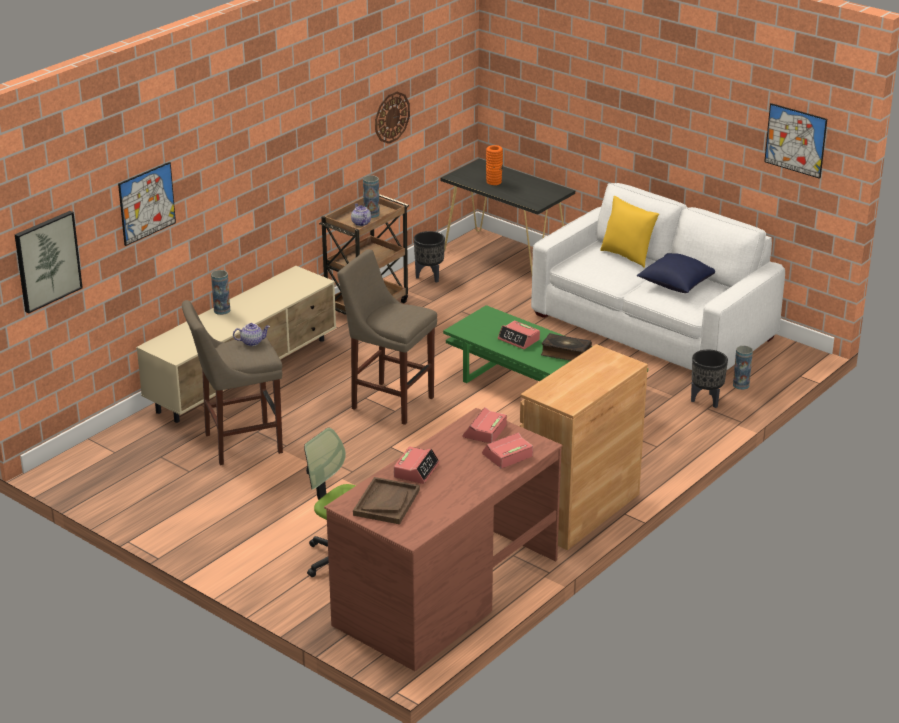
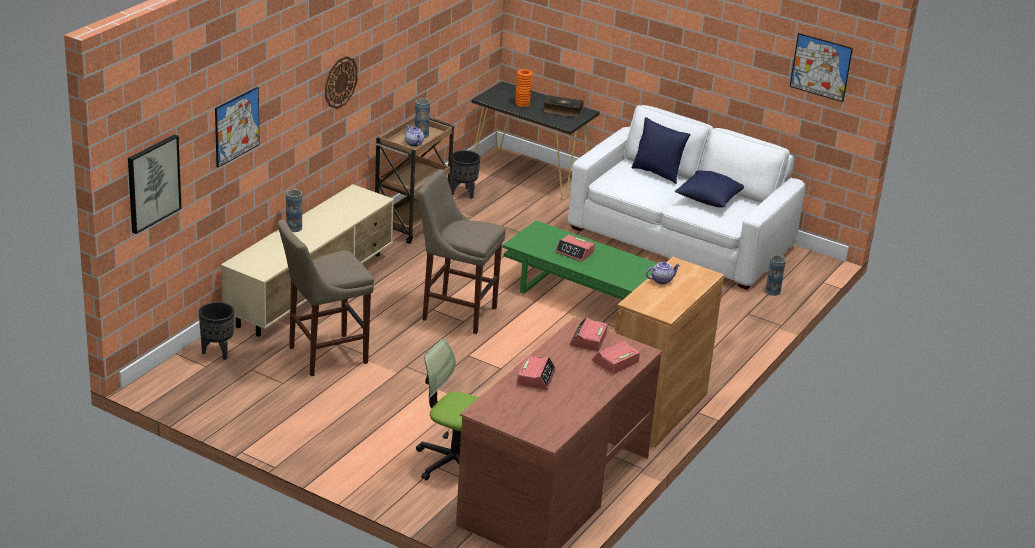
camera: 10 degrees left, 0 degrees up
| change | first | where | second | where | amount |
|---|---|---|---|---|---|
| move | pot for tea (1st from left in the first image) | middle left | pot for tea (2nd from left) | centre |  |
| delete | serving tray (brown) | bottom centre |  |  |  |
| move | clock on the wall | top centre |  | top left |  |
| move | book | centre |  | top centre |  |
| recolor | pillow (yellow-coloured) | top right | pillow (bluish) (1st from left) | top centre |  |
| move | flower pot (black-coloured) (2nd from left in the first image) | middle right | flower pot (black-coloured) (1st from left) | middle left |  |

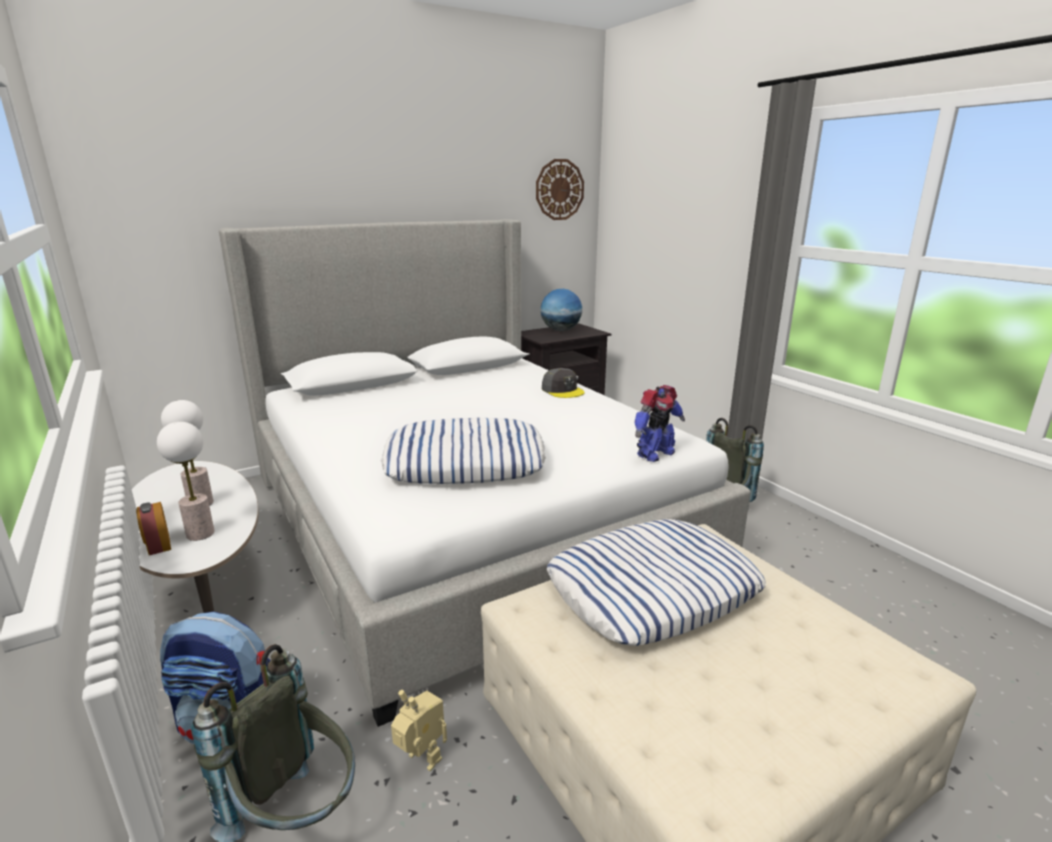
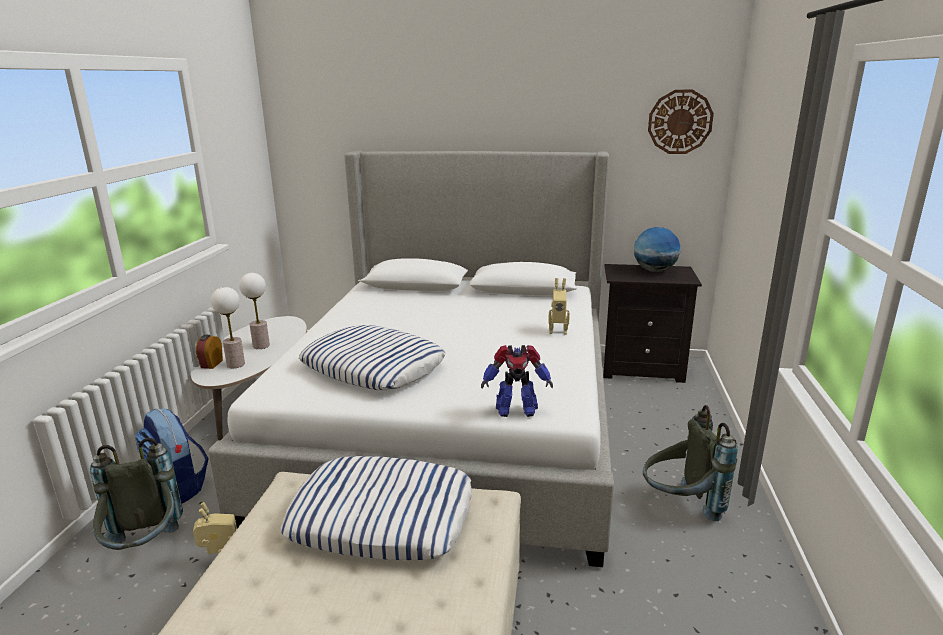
camera: 40 degrees right, 0 degrees up
| change | first | where | second | where | amount |
|---|---|---|---|---|---|
| replace | baseball cap (greyish) | centre | toy robot (3rd from left) | centre |  |

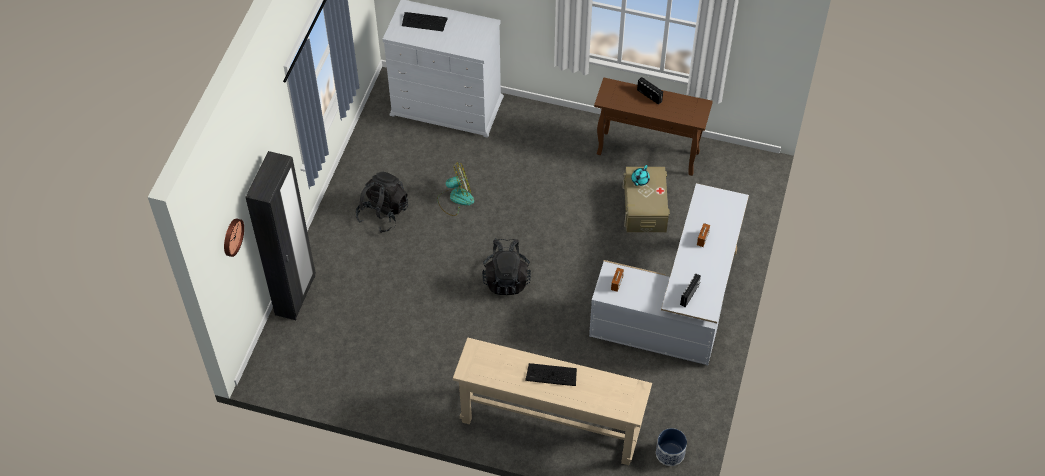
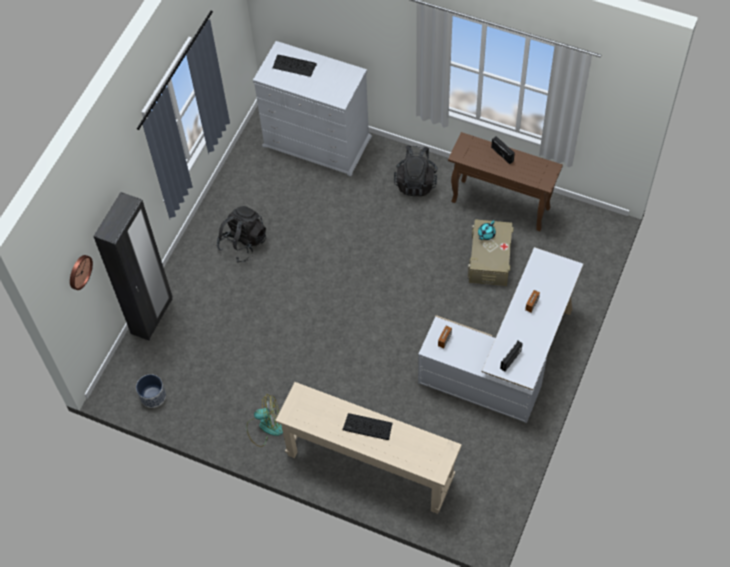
camera: 10 degrees right, 5 degrees up
| change | first | where | second | where | amount |
|---|---|---|---|---|---|
| move | fan | centre |  | bottom centre |  |
| move | rucksack (black-coloured) (2nd from left) | centre |  | top centre |  |
| move | flower pot | bottom centre |  | bottom left |  |

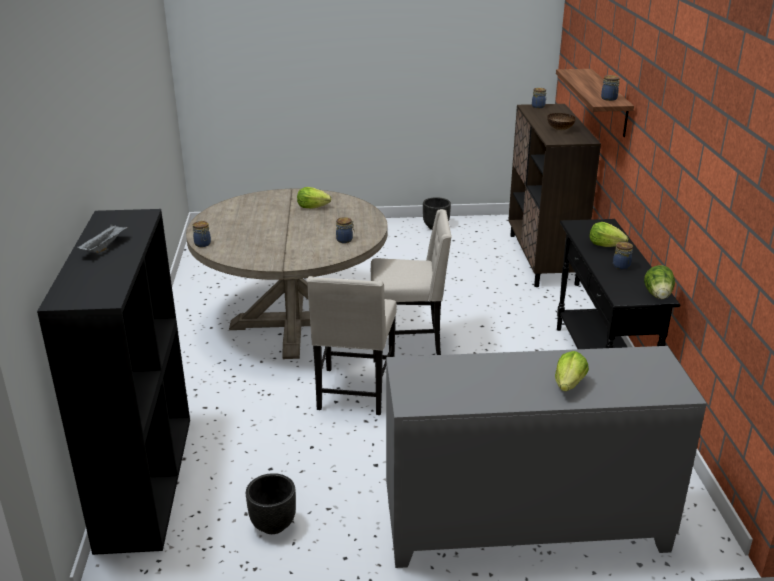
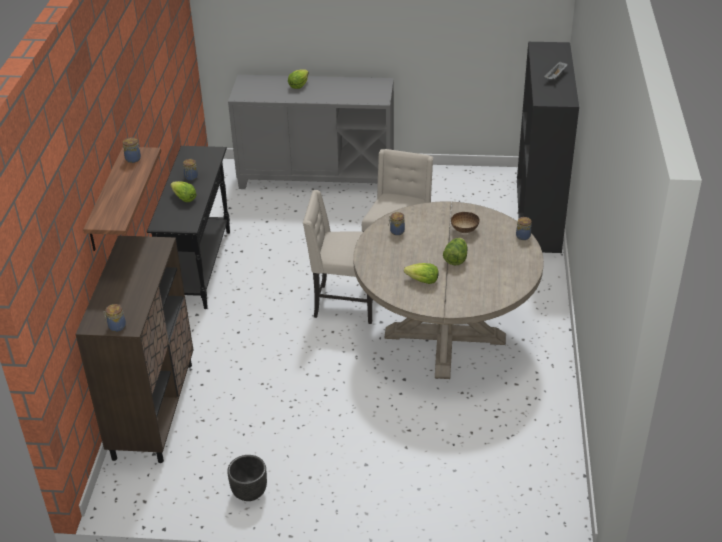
camera: 170 degrees left, 10 degrees up
| change | first | where | second | where | amount |
|---|---|---|---|---|---|
| delete | flower pot (black-coloured) (1st from left) | bottom centre |  |  |  |
| move | bowl | top right |  | centre |  |
| move | lettuce (4th from left) | middle right |  | centre |  |

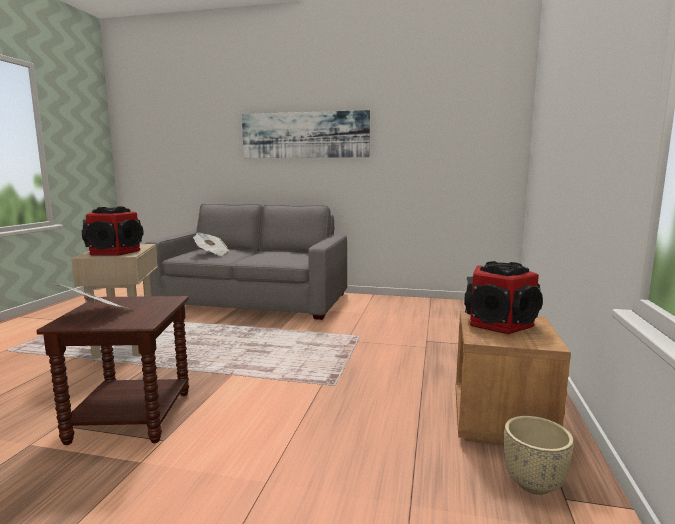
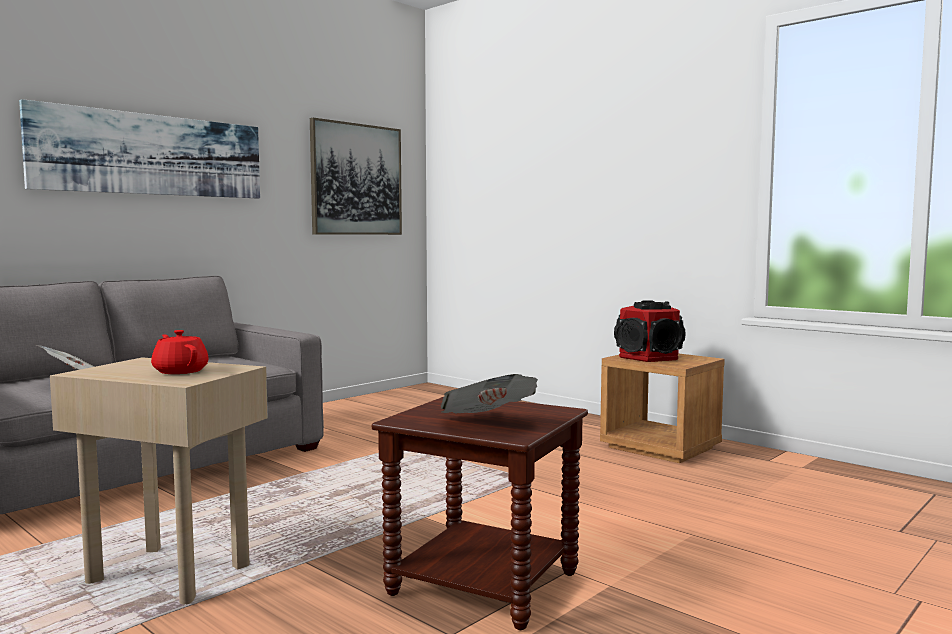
camera: 60 degrees left, 5 degrees down
| change | first | where | second | where | amount |
|---|---|---|---|---|---|
| replace | speaker (1st from left) | middle left | pot for tea (red) | middle left |  |
| delete | flower pot (beige-coloured) | bottom right |  |  |  |
| insert |  |  | picture (2nd from left) | top centre |  |

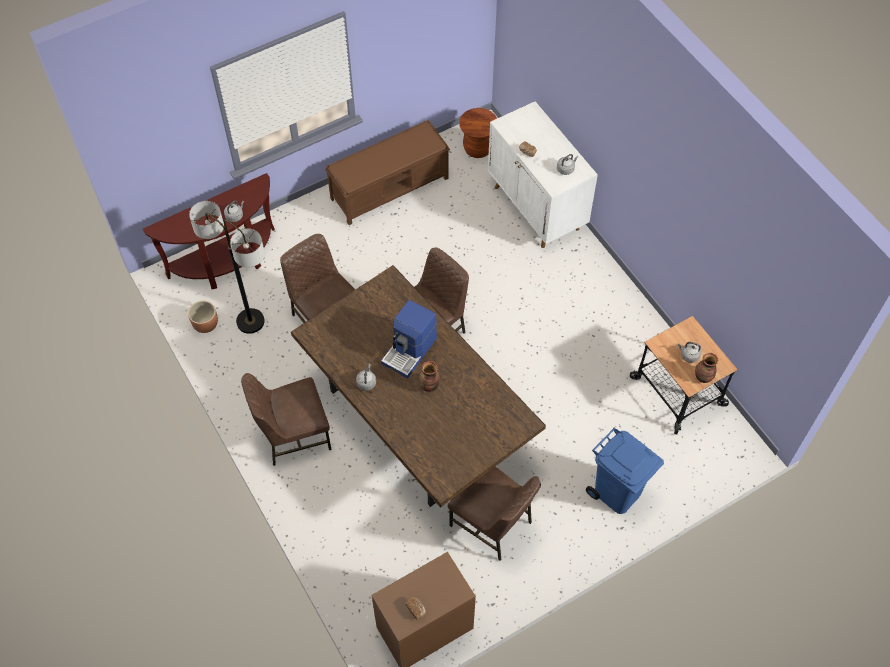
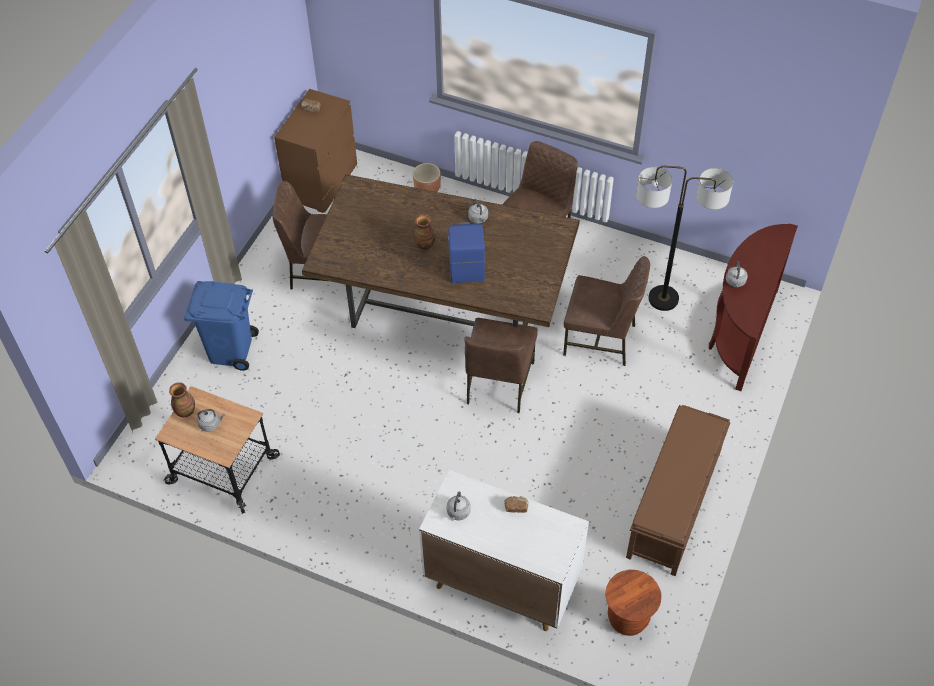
camera: 145 degrees right, 5 degrees down
| change | first | where | second | where | amount |
|---|---|---|---|---|---|
| move | flower pot (brown) | middle left |  | top centre |  |

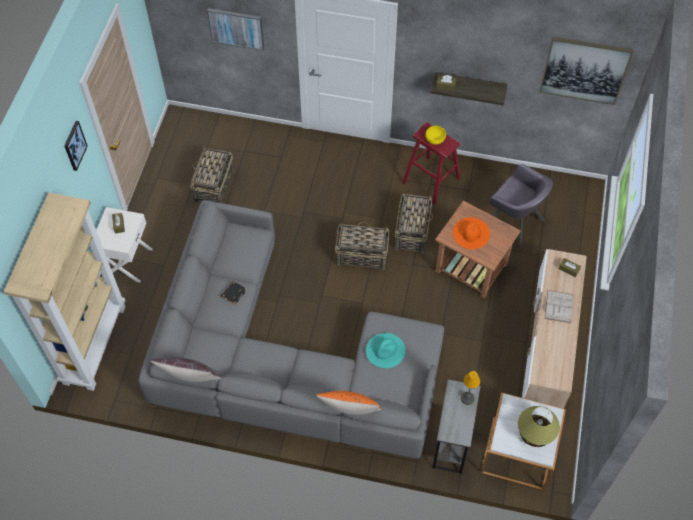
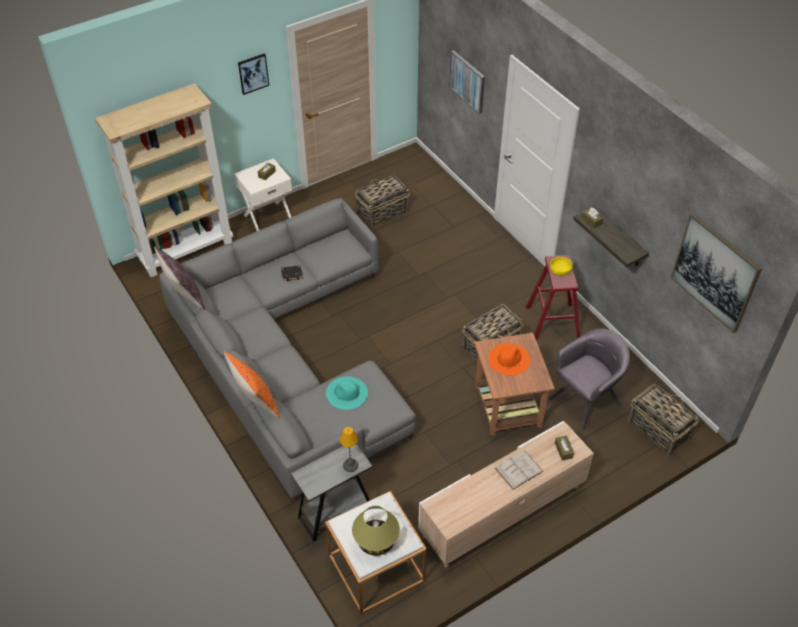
camera: 45 degrees right, 10 degrees down
| change | first | where | second | where | amount |
|---|---|---|---|---|---|
| move | storage basket (2nd from left in the first image) | centre | storage basket (3rd from left) | bottom right |  |
| rotate | easy chair (greyish) | middle right |  | middle right | 120 degrees counterclockwise |

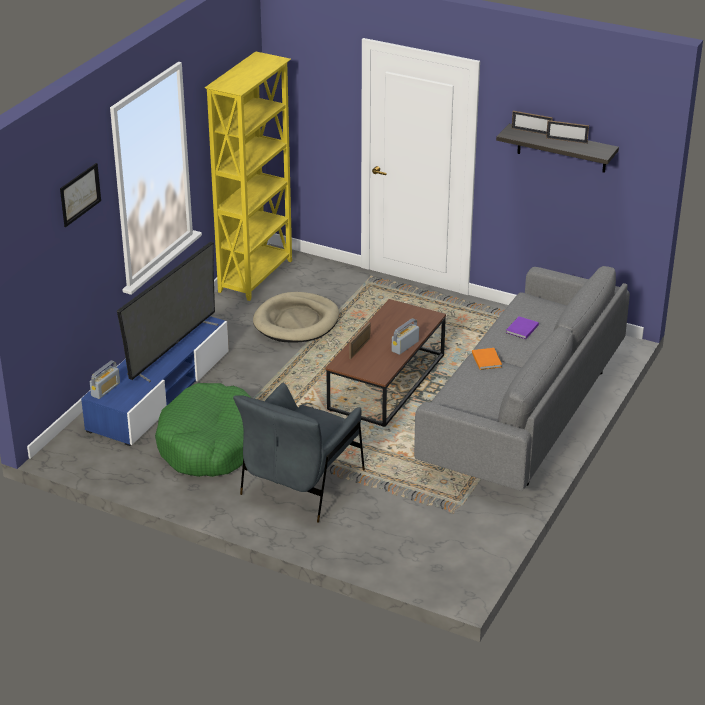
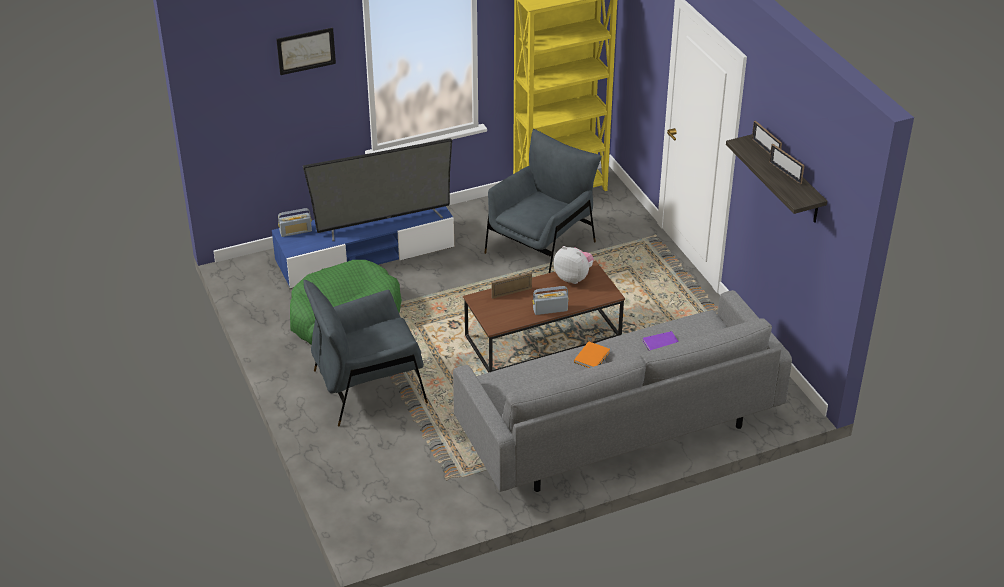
camera: 40 degrees right, 5 degrees up
| change | first | where | second | where | amount |
|---|---|---|---|---|---|
| replace | dog cushion (beige-coloured) | centre | easy chair (greyish) (2nd from left) | centre |  |
| insert |  |  | plush toy | centre |  |

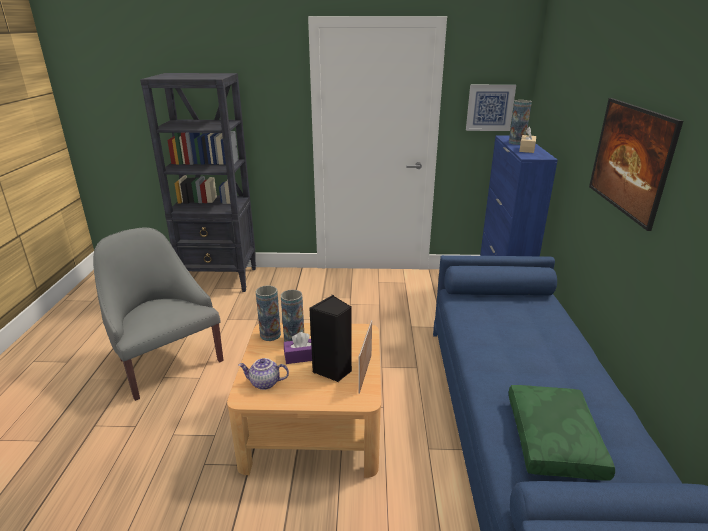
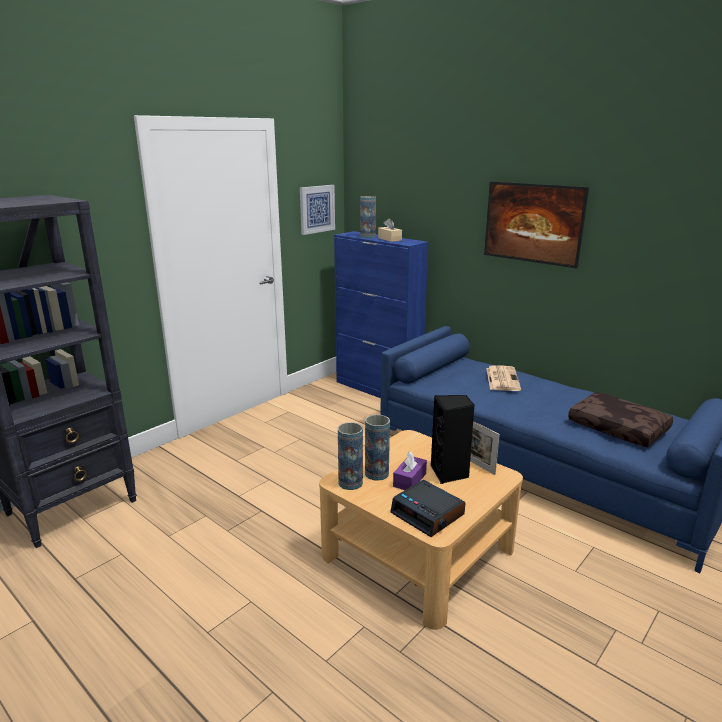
camera: 50 degrees left, 5 degrees down
| change | first | where | second | where | amount |
|---|---|---|---|---|---|
| delete | easy chair (greyish) | middle left |  |  |  |
| replace | pot for tea | bottom centre | table clock | bottom centre |  |
| recolor | pillow (green-coloured) | bottom right | pillow (brown) | middle right |  |
| insert |  |  | newspaper | middle right |  |

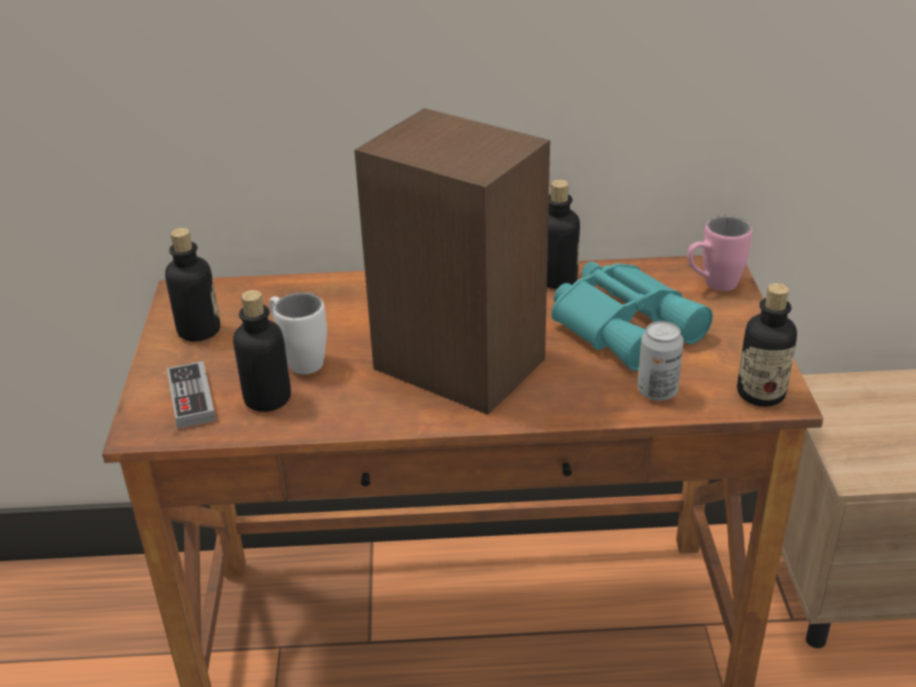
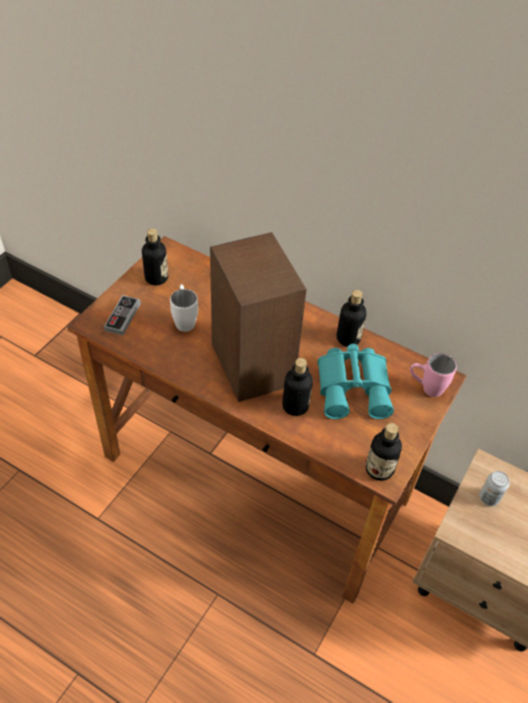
camera: 30 degrees right, 15 degrees up
| change | first | where | second | where | amount |
|---|---|---|---|---|---|
| move | bottle (2nd from left) | middle left |  | centre |  |
| move | metal can | middle right |  | bottom right |  |

